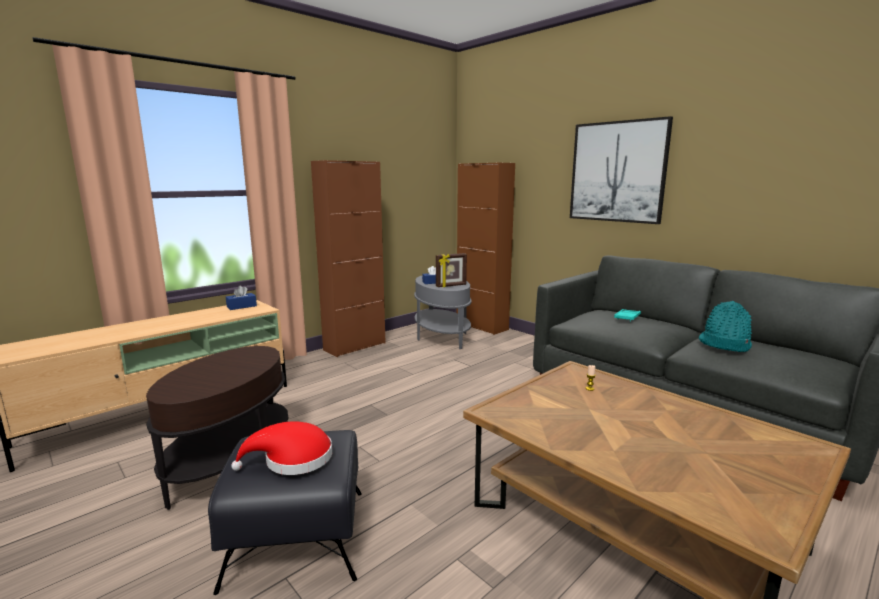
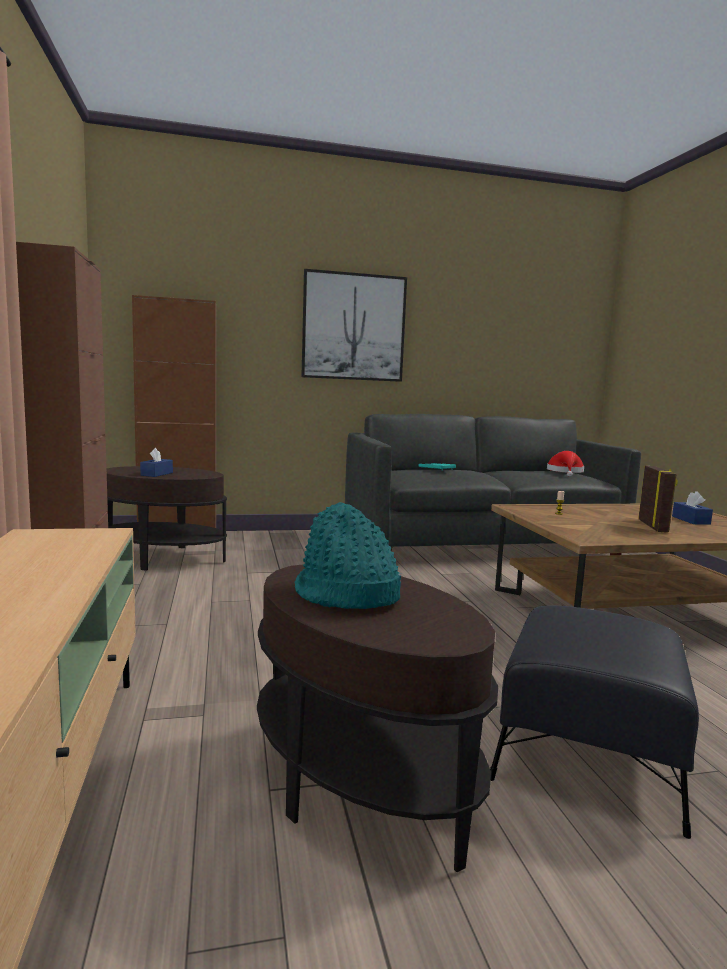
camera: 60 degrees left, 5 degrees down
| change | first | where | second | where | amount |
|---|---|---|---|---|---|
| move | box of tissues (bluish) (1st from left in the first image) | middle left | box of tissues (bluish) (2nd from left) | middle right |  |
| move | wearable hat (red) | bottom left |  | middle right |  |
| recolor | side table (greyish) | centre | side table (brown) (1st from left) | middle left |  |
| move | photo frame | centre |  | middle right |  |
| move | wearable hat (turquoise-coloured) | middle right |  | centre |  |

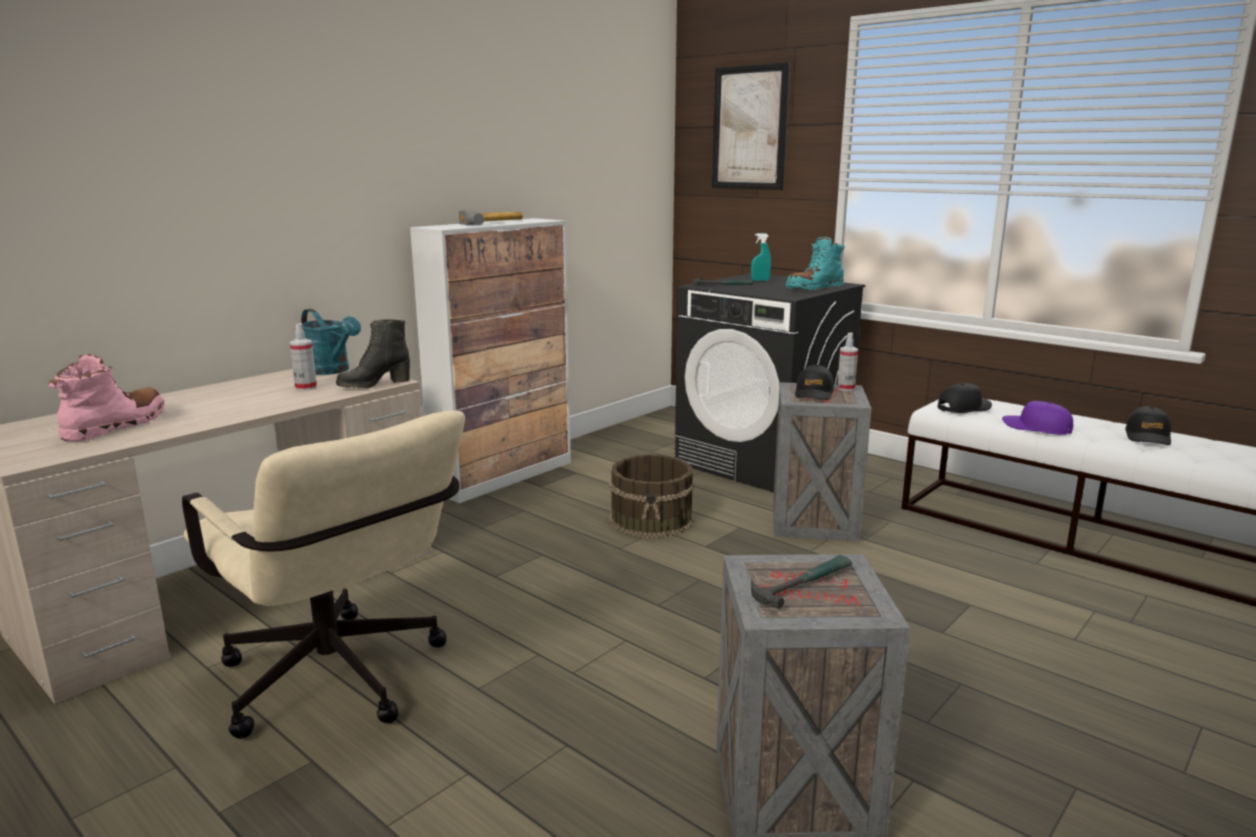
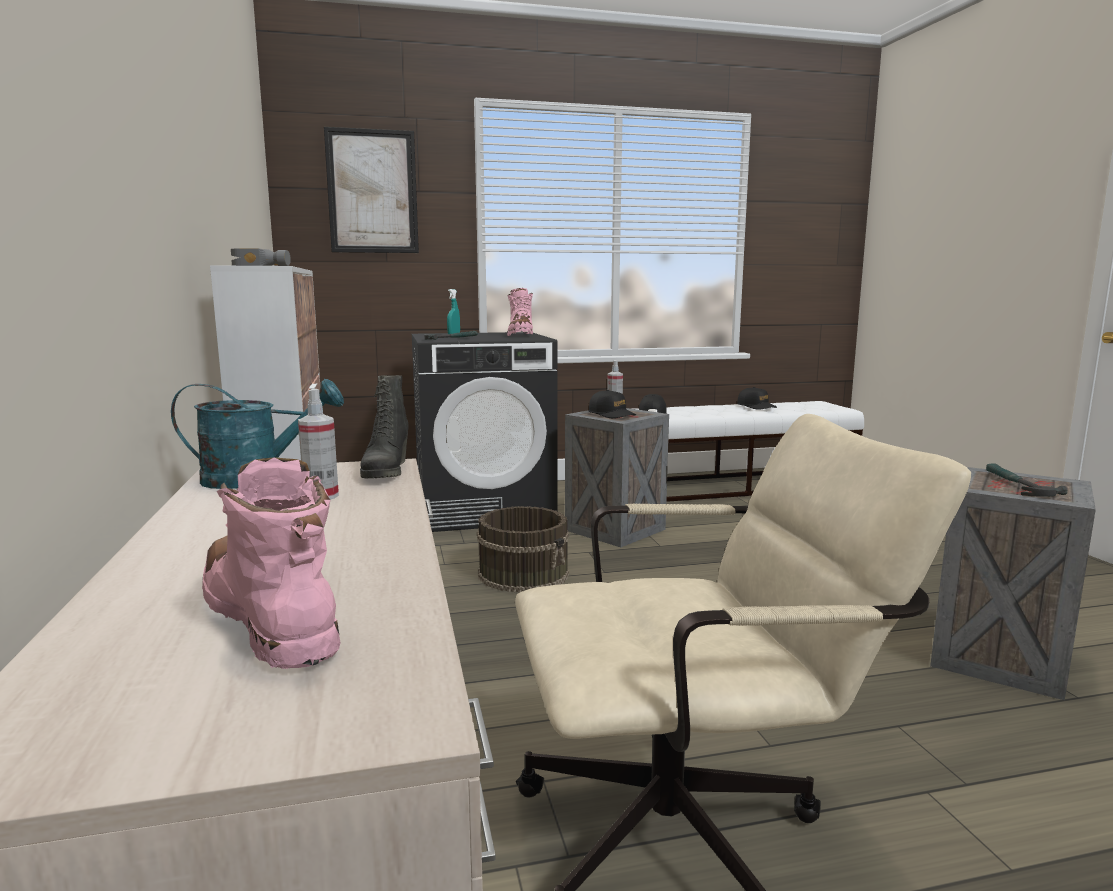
camera: 55 degrees left, 5 degrees down
| change | first | where | second | where | amount |
|---|---|---|---|---|---|
| recolor | boot (turquoise-coloured) | top centre | boot (pinkish) (2nd from left) | centre |  |
| delete | baseball cap (purplish) | middle right |  |  |  |

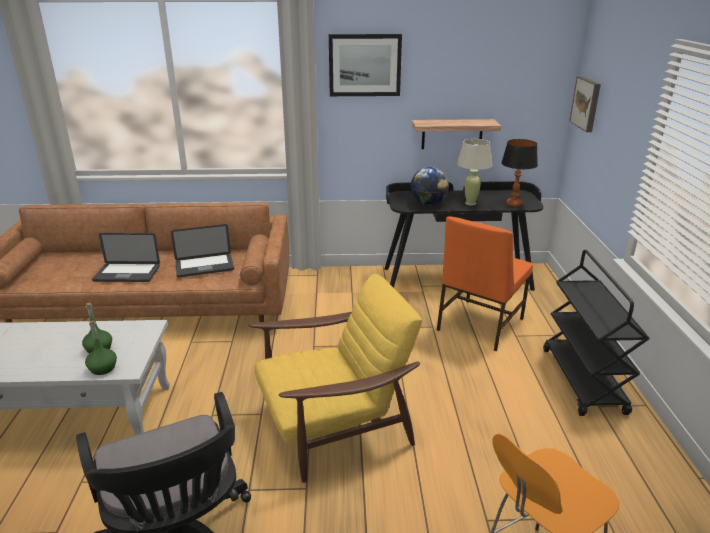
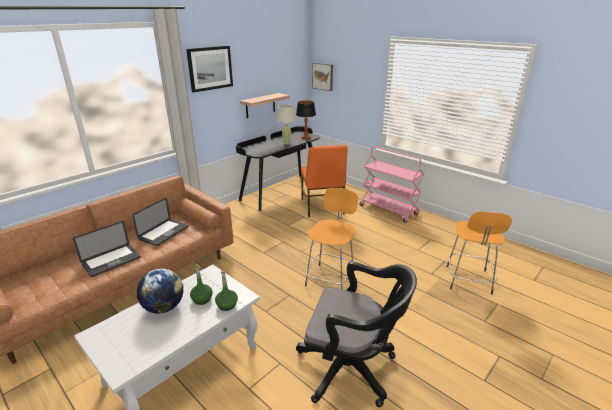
camera: 45 degrees left, 0 degrees up
| change | first | where | second | where | amount |
|---|---|---|---|---|---|
| replace | easy chair (yellow-coloured) | bottom centre | sitting stool (orangey) (1st from left) | centre |  |
| move | world globe | centre |  | bottom left |  |
| recolor | wheeled cart (black-coloured) | middle right | wheeled cart (pinkish) | centre |  |

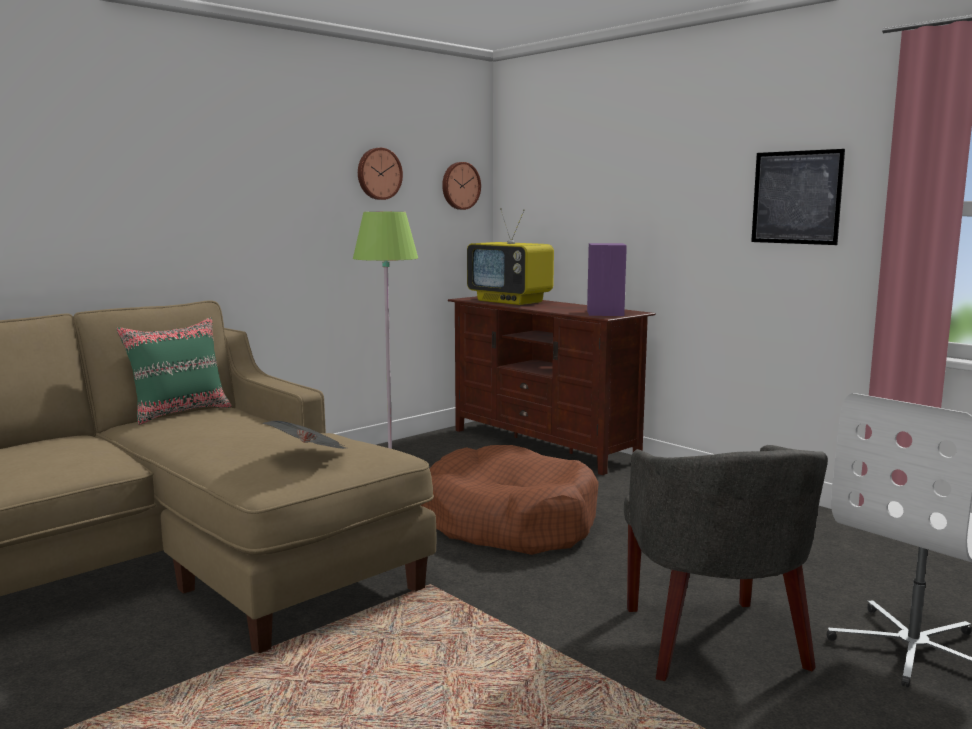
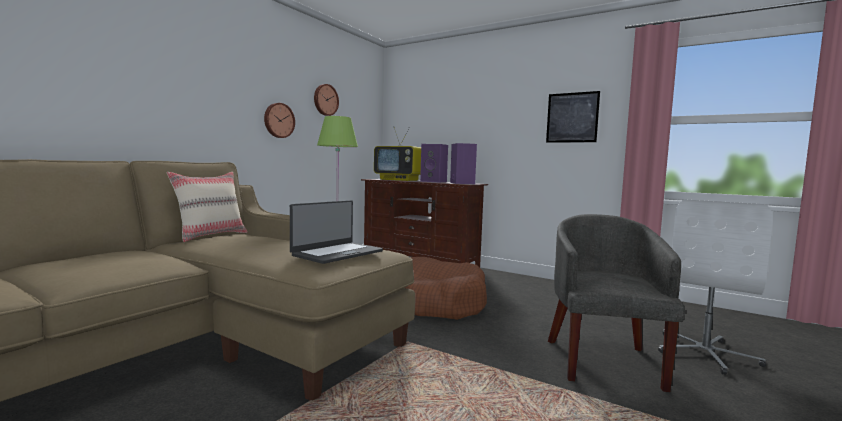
camera: 15 degrees left, 5 degrees down
| change | first | where | second | where | amount |
|---|---|---|---|---|---|
| recolor | pillow (green-coloured) | middle left | pillow (beige-coloured) | middle left |  |
| replace | newspaper | middle left | notebook computer | centre |  |
| move | clock on the wall (2nd from left in the first image) | top centre | clock on the wall (1st from left) | top left |  |
| rotate | easy chair (greyish) | bottom right |  | bottom right | 150 degrees counterclockwise |
| insert |  |  | speaker (purplish) (1st from left) | centre |  |

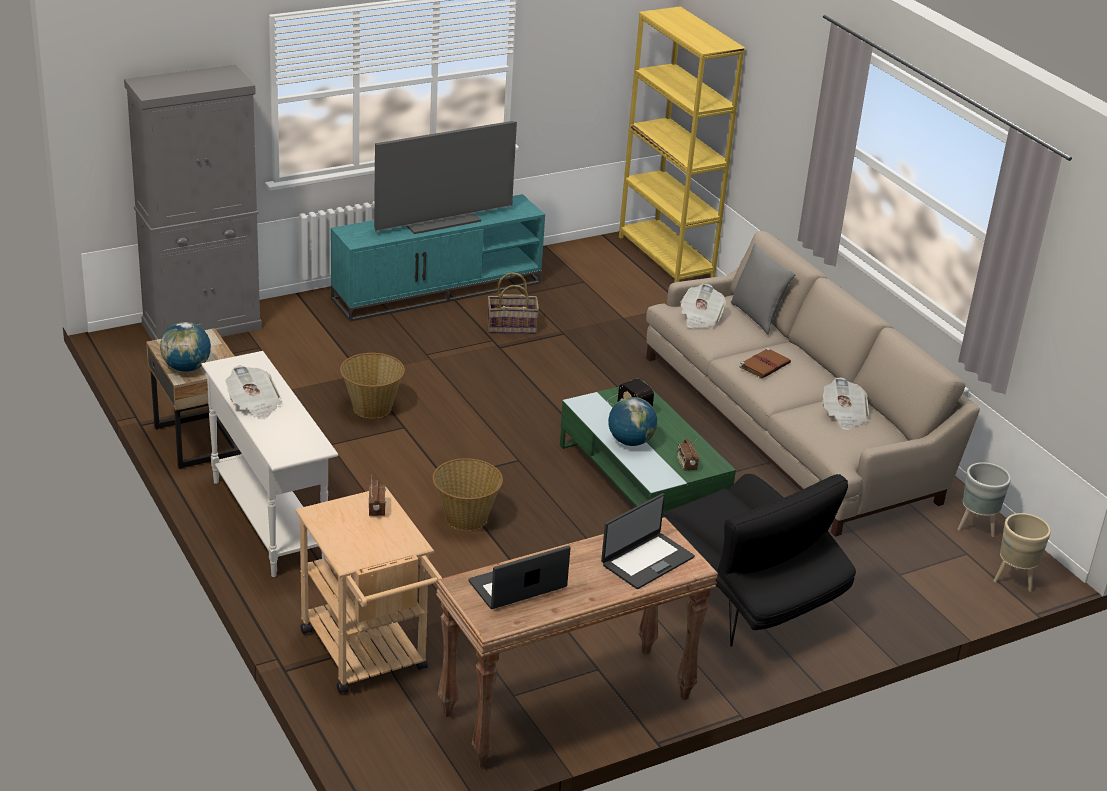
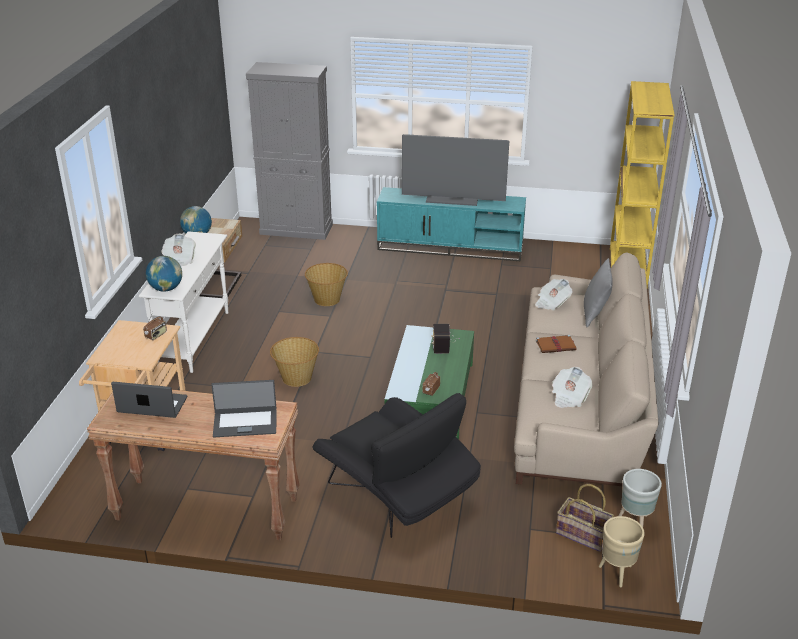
camera: 40 degrees right, 0 degrees up
| change | first | where | second | where | amount |
|---|---|---|---|---|---|
| move | storage basket (3rd from left) | centre |  | bottom right |  |
| move | world globe (2nd from left in the first image) | centre | world globe (1st from left) | middle left |  |
| rotate | easy chair (black-coloured) | bottom right |  | bottom centre | 45 degrees counterclockwise |

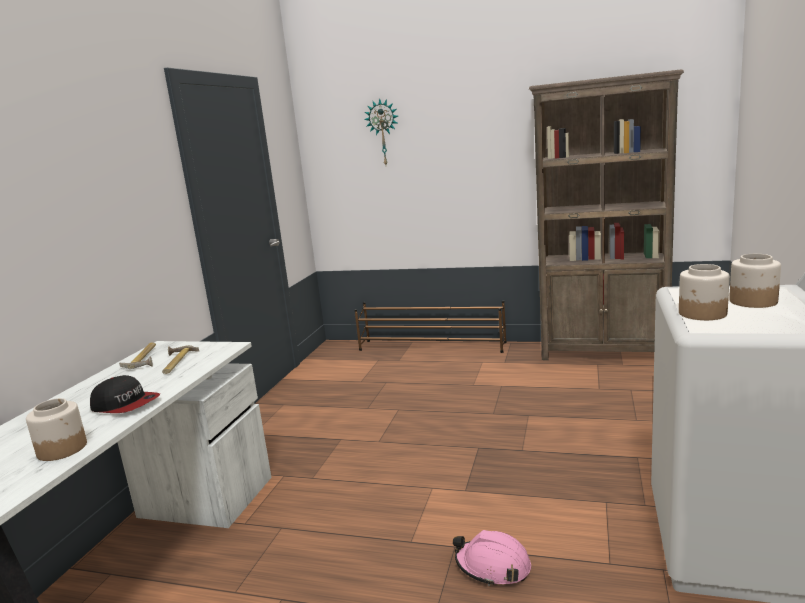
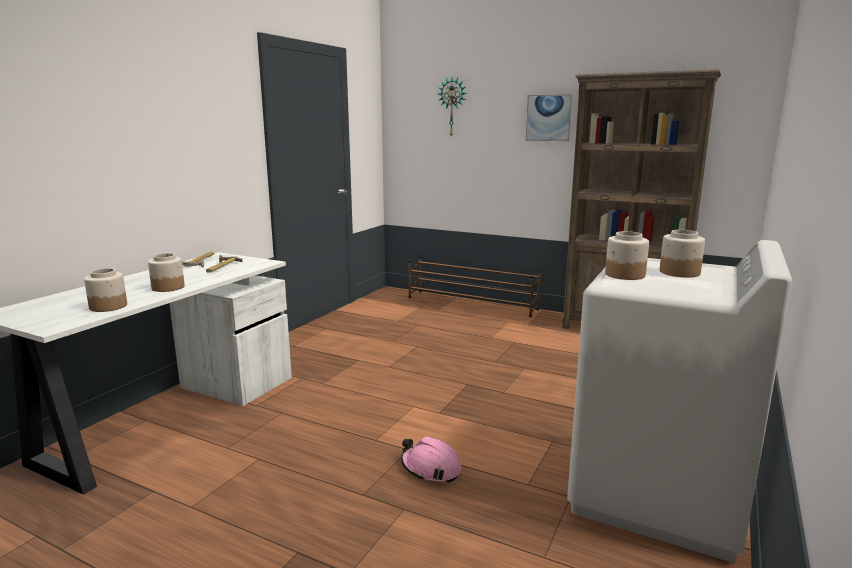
camera: 10 degrees right, 0 degrees up
| change | first | where | second | where | amount |
|---|---|---|---|---|---|
| replace | baseball cap | middle left | storage jar (2nd from left) | middle left |  |
| insert |  |  | picture | top centre |  |

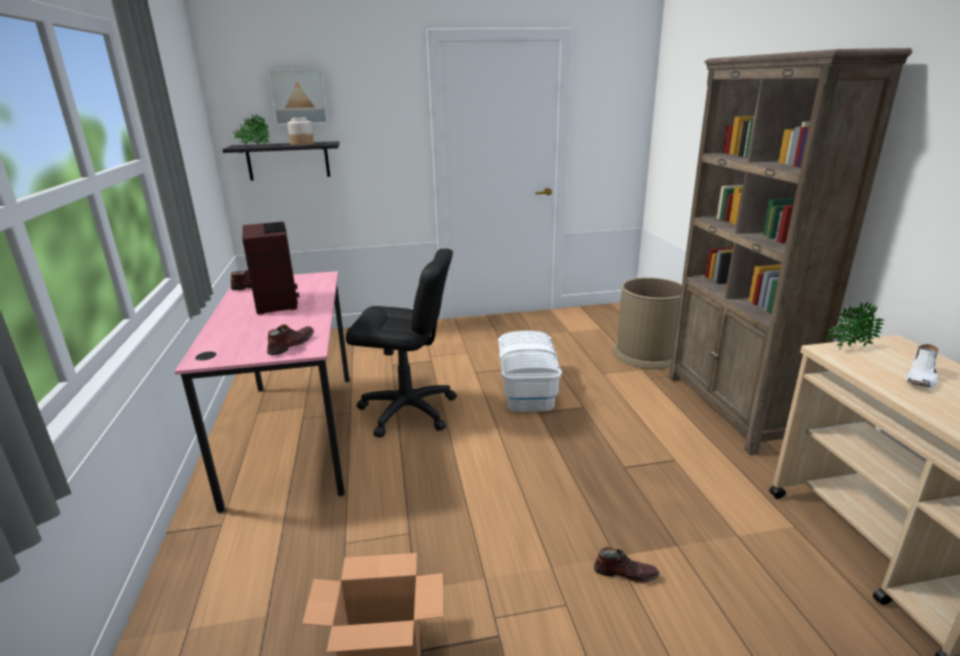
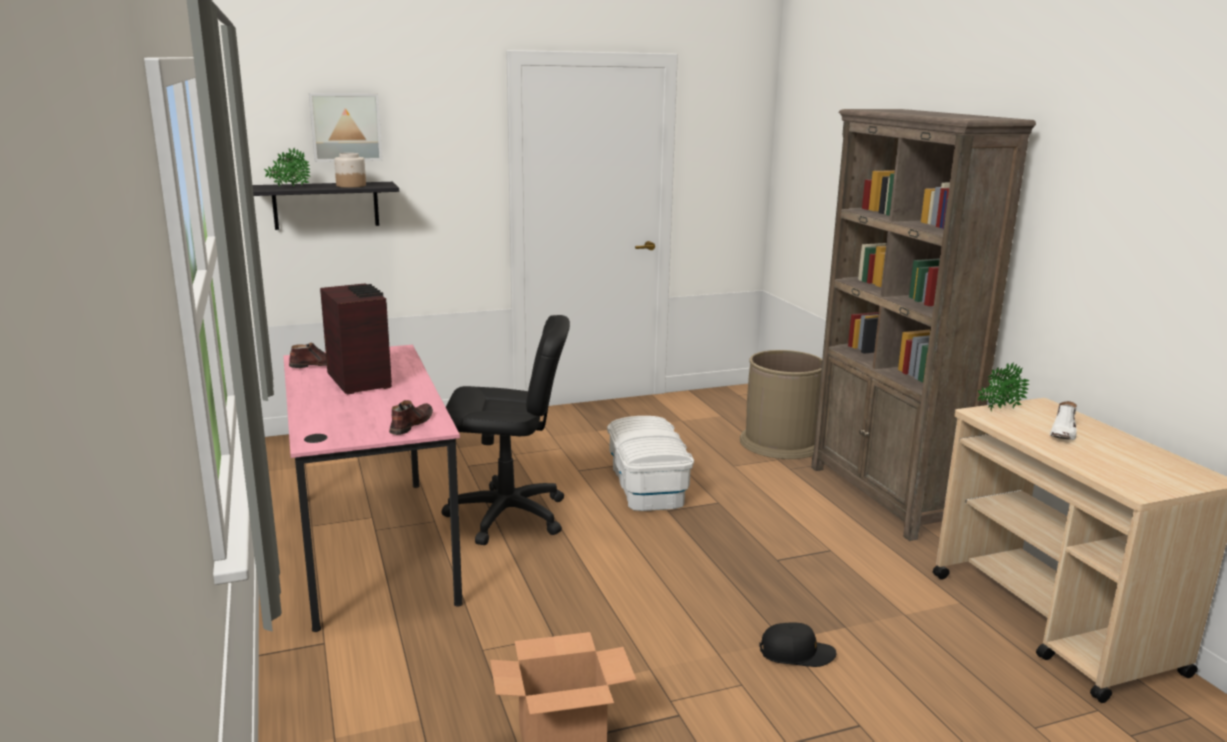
camera: 10 degrees left, 5 degrees down
| change | first | where | second | where | amount |
|---|---|---|---|---|---|
| replace | item of footwear (brown) (3rd from left) | bottom centre | baseball cap (black-coloured) | bottom centre |  |

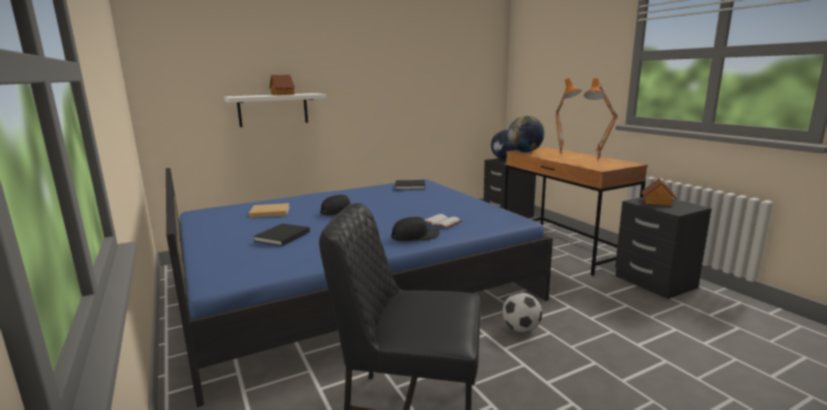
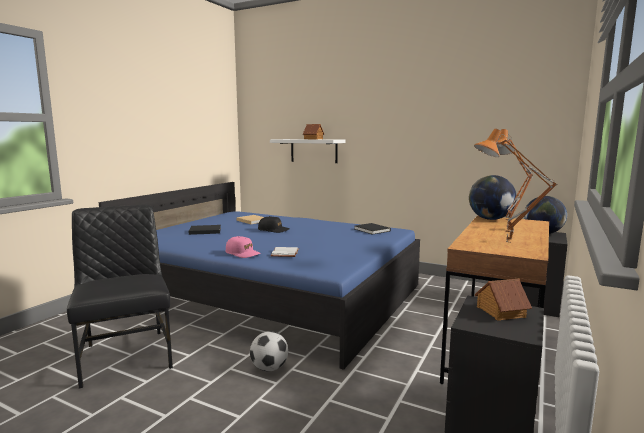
camera: 55 degrees right, 5 degrees down
| change | first | where | second | where | amount |
|---|---|---|---|---|---|
| recolor | baseball cap (black-coloured) (2nd from left) | centre | baseball cap (pinkish) | centre |  |

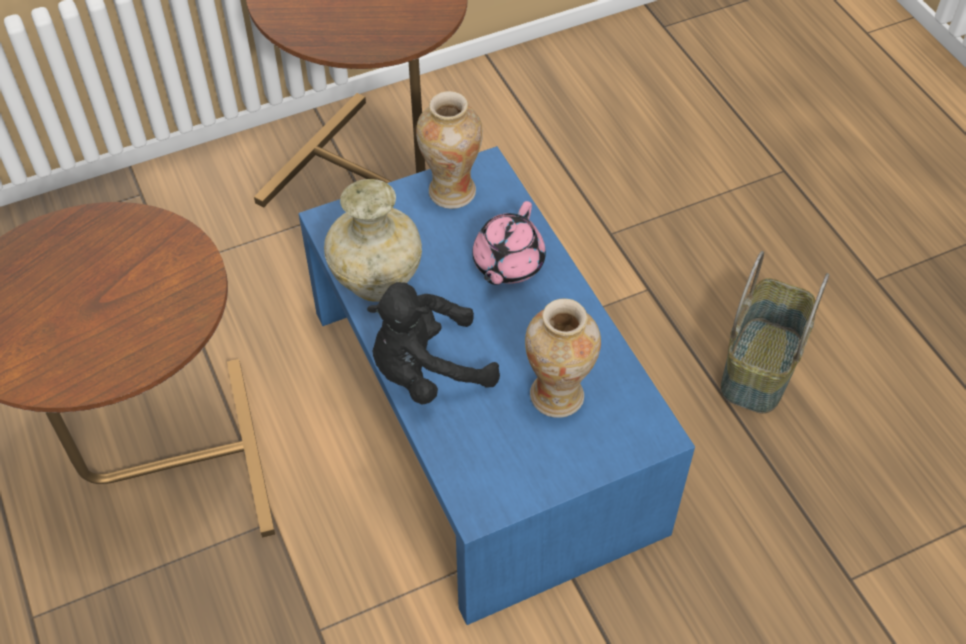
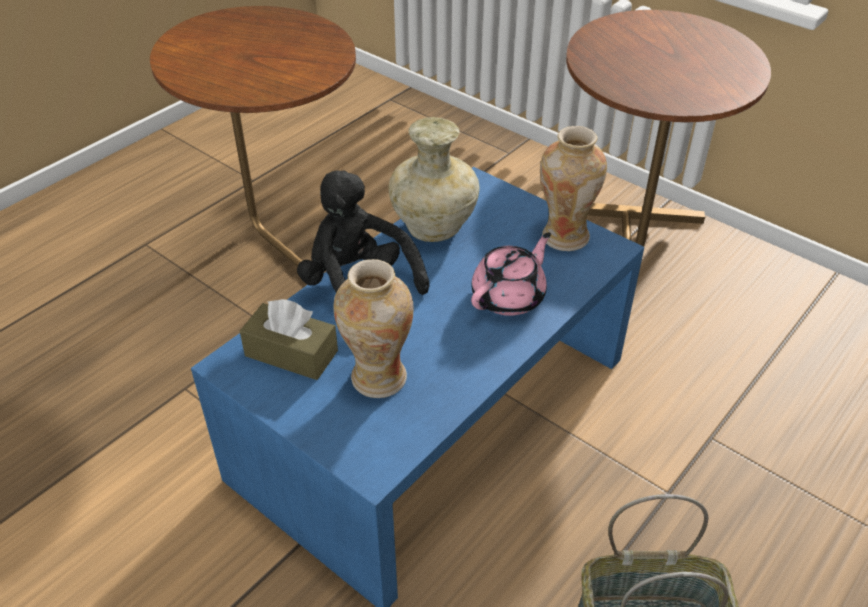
camera: 65 degrees right, 10 degrees down
| change | first | where | second | where | amount |
|---|---|---|---|---|---|
| rotate | pot for tea (pinkish) | centre |  | centre | 135 degrees clockwise |
| insert |  |  | box of tissues (brown) | middle left |  |

